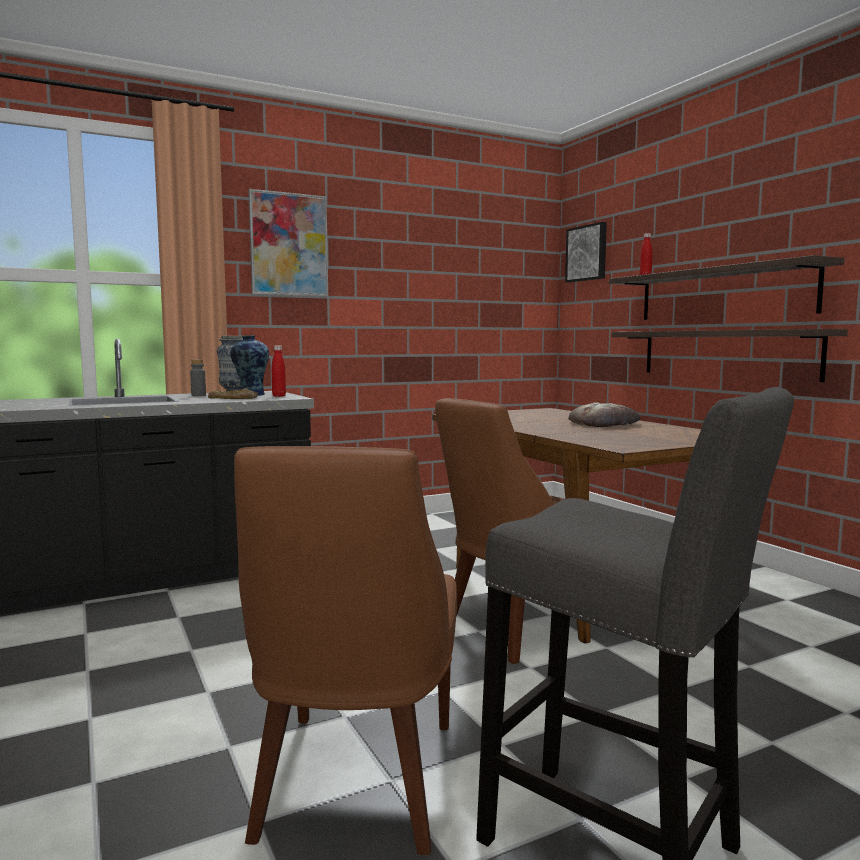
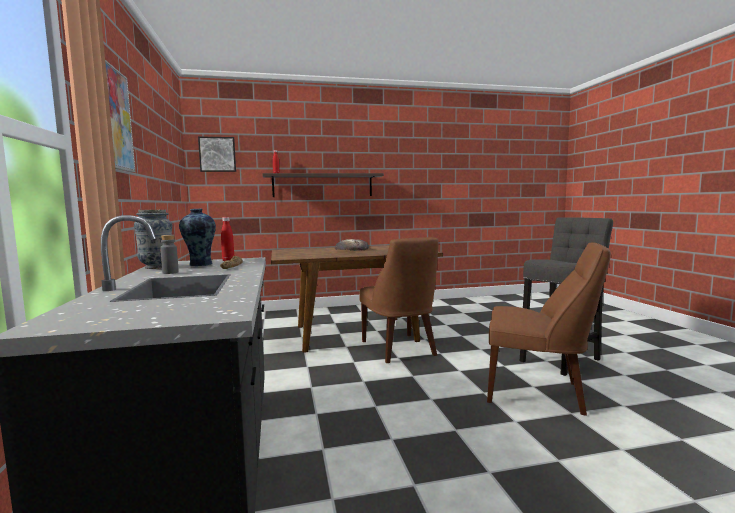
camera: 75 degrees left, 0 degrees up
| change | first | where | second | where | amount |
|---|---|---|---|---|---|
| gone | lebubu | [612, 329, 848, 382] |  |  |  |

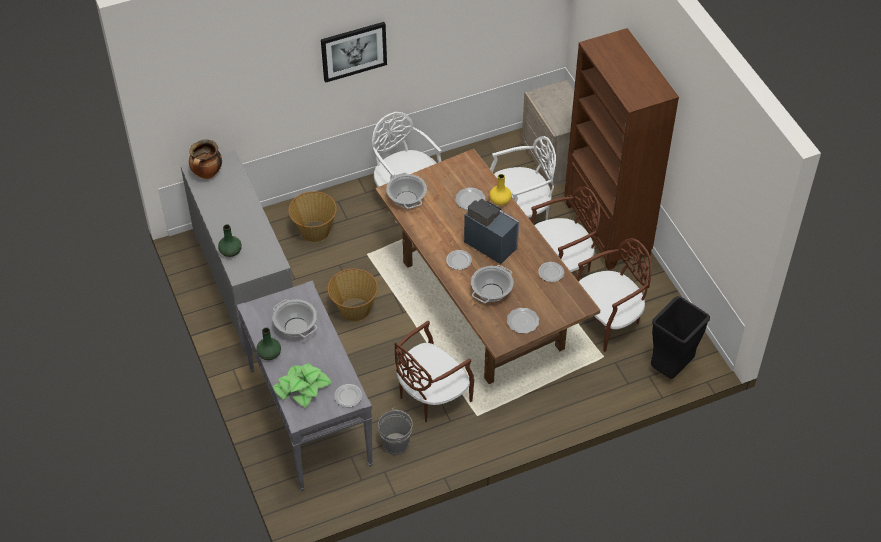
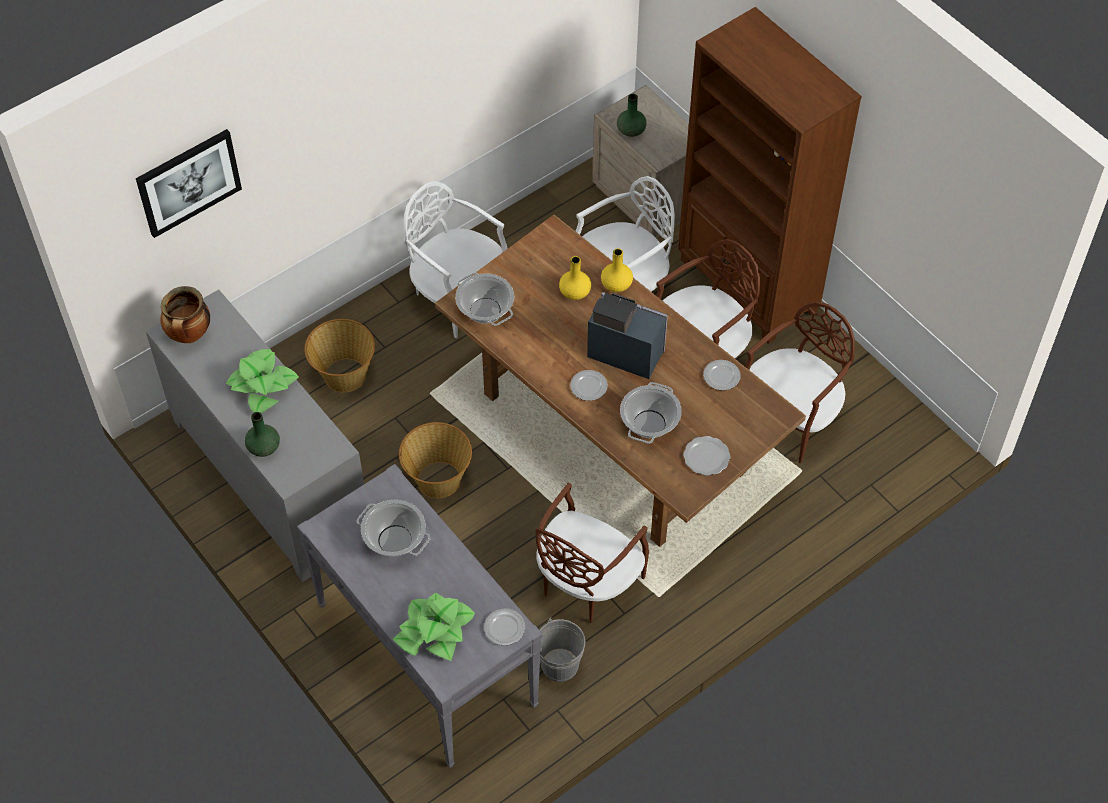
camera: 15 degrees left, 5 degrees up
| change | first | where | second | where | amount |
|---|---|---|---|---|---|
| shifted | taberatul | [321, 22, 387, 83] |  | [136, 129, 242, 238] |  |
| swapped | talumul | [455, 187, 486, 210] | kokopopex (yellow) | [559, 256, 591, 300] |  |
| gone | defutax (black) | [651, 296, 710, 379] |  |  |  |
| shifted | kokopopex (green) | [256, 328, 281, 360] |  | [617, 94, 647, 137] |  |
| new |  |  | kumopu | [226, 349, 299, 413] |  |

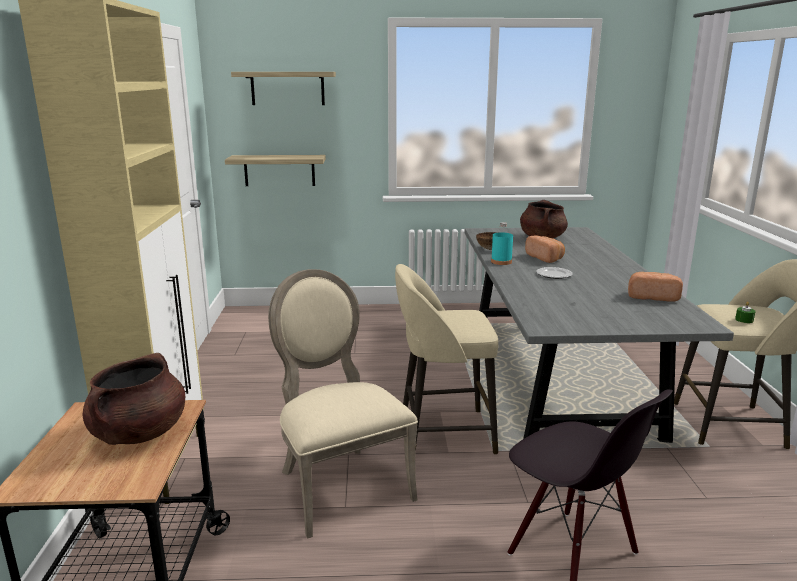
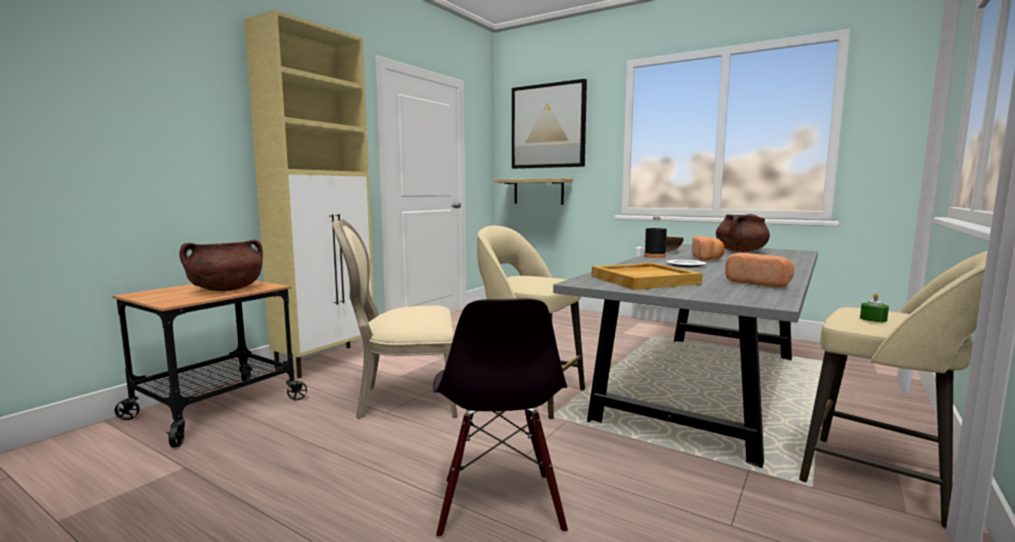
camera: 35 degrees right, 10 degrees down
| change | first | where | second | where | amount |
|---|---|---|---|---|---|
| swapped | lebubu | [231, 72, 336, 105] | taberatul | [512, 79, 587, 169] |  |
| repainted | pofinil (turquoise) | [491, 222, 513, 265] | pofinil (black) | [644, 217, 667, 258] |  |
| rotated | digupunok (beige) | [268, 269, 418, 539] |  | [332, 219, 458, 419] | 105 degrees counterclockwise |
| new |  |  | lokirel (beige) | [591, 263, 703, 290] |  |

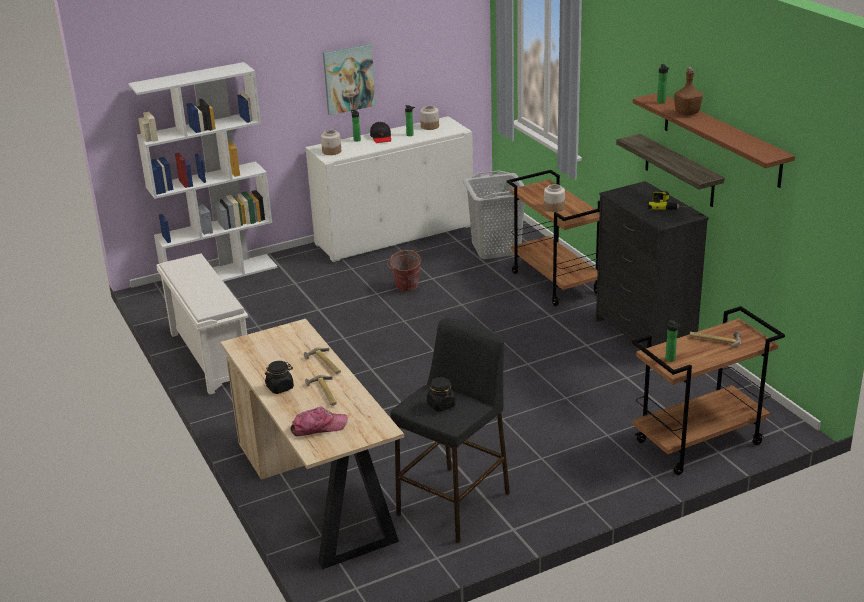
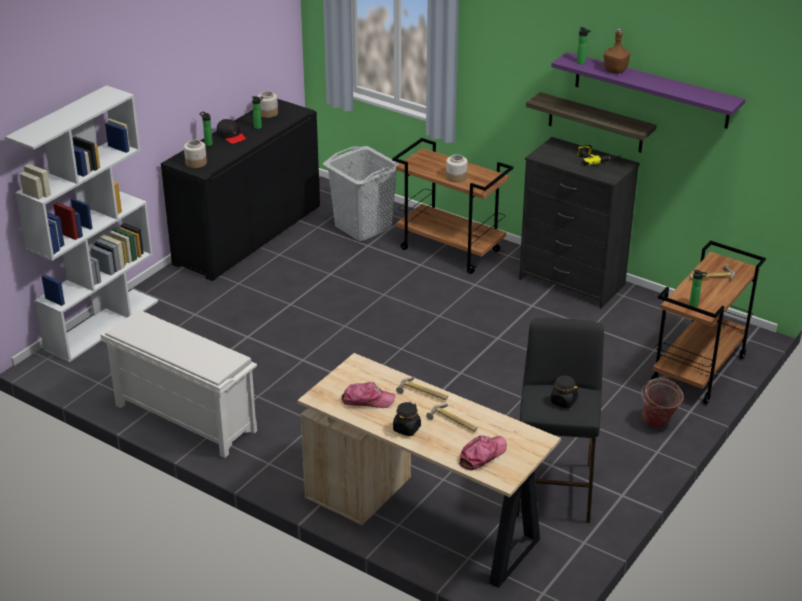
camera: 30 degrees left, 5 degrees up
| change | first | where | second | where | amount |
|---|---|---|---|---|---|
| gone | taberatul | [323, 44, 376, 115] |  |  |  |
| repainted | lebubu (brown) | [633, 93, 795, 188] | lebubu (purple) | [551, 52, 745, 129] |  |
| repainted | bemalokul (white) | [305, 116, 473, 262] | bemalokul (black) | [161, 99, 320, 281] |  |
| shifted | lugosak | [388, 249, 421, 292] |  | [641, 376, 684, 428] |  |
| new |  |  | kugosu | [342, 382, 396, 408] |  |

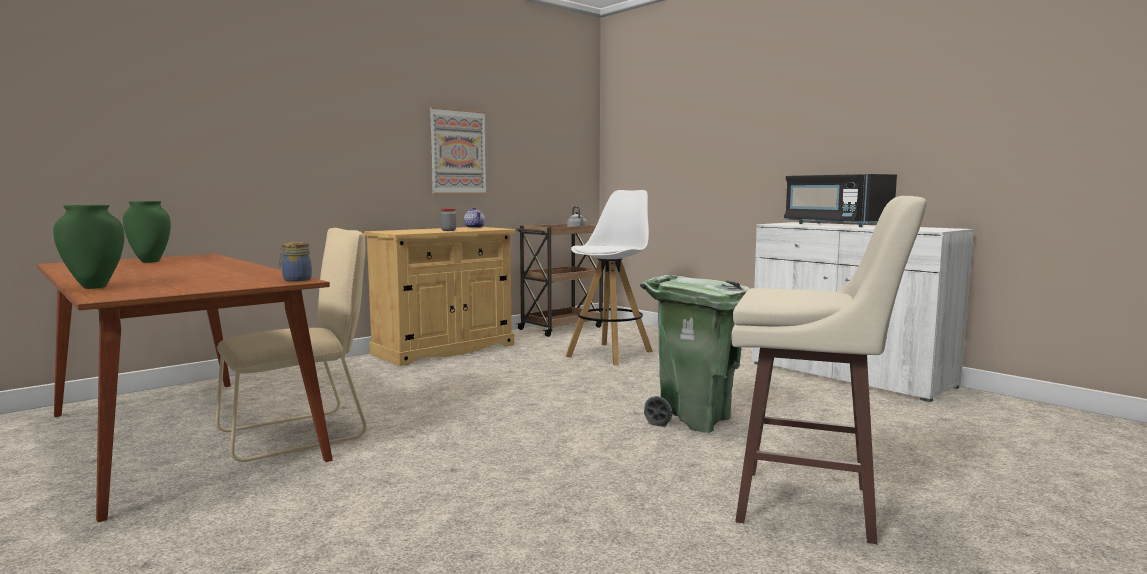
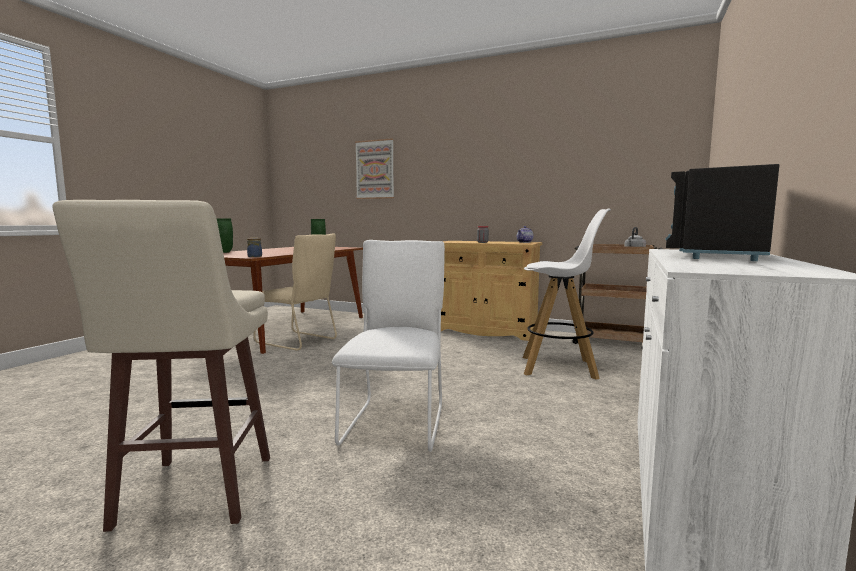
camera: 65 degrees right, 0 degrees up
| change | first | where | second | where | amount |
|---|---|---|---|---|---|
| shifted | taberatul | [430, 107, 487, 194] |  | [355, 138, 394, 199] |  |
| swapped | defutax (green) | [640, 275, 750, 433] | digupunok (white) | [332, 240, 445, 452] |  |

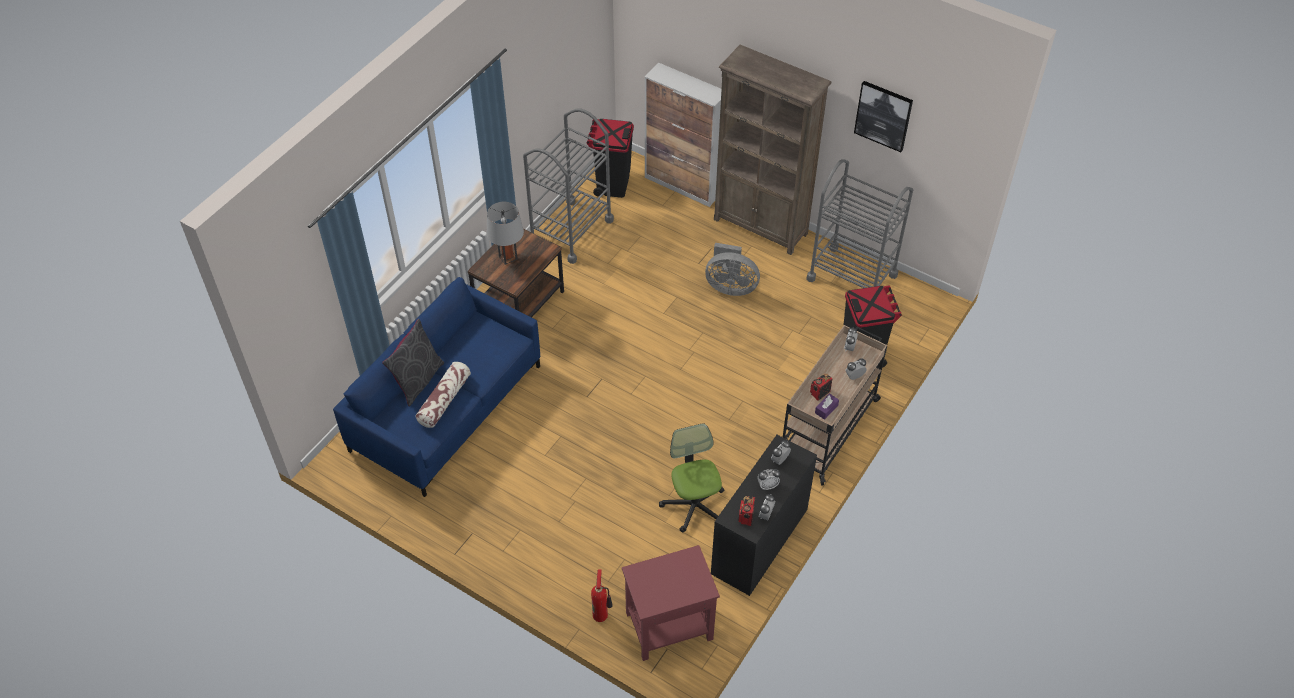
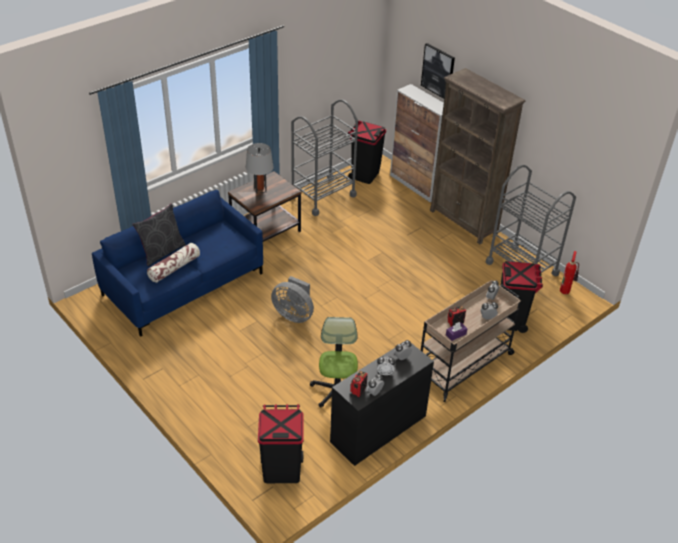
camera: 15 degrees right, 10 degrees down
| change | first | where | second | where | amount |
|---|---|---|---|---|---|
| shifted | taberatul | [854, 81, 913, 152] |  | [421, 43, 455, 99] |  |
| shifted | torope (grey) | [705, 243, 760, 296] |  | [271, 276, 314, 323] |  |
| swapped | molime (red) | [622, 545, 720, 661] | defutax (black) | [258, 404, 304, 483] |  |
| shifted | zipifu | [591, 569, 613, 622] |  | [560, 251, 579, 294] |  |

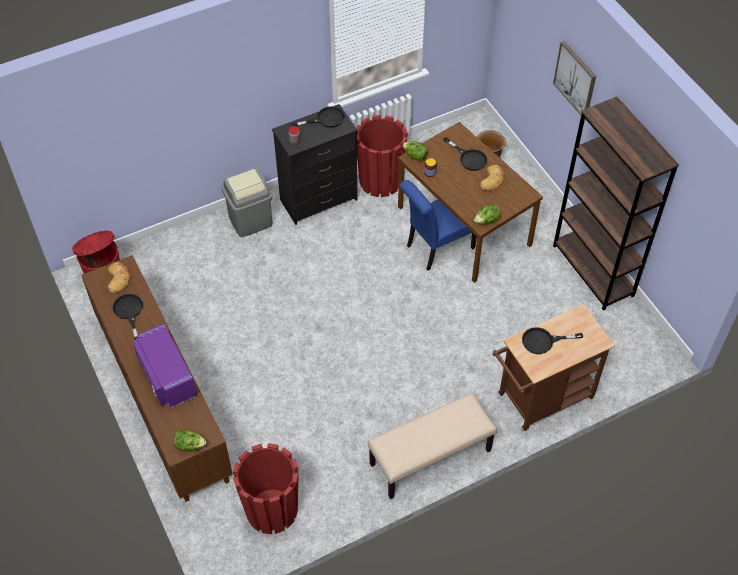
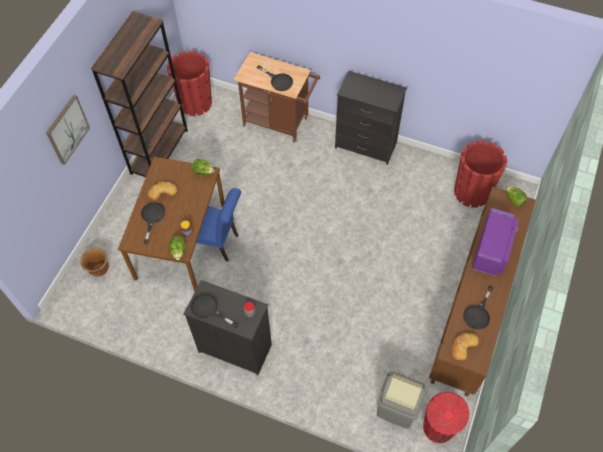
camera: 130 degrees left, 5 degrees up
| change | first | where | second | where | amount |
|---|---|---|---|---|---|
| shifted | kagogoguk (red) | [356, 115, 408, 197] |  | [167, 50, 212, 116] |  |
| shifted | defutax (grey) | [221, 168, 273, 237] |  | [377, 371, 427, 429] |  |
| swapped | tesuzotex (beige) | [368, 393, 497, 499] | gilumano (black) | [335, 71, 407, 165] |  |

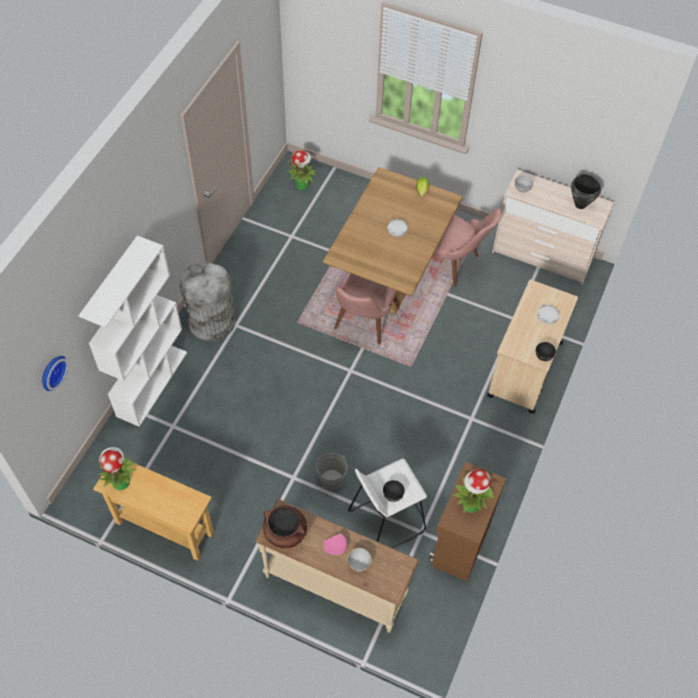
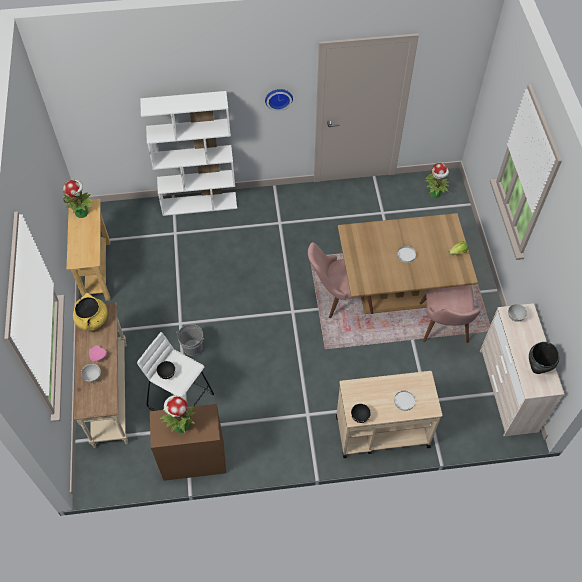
camera: 60 degrees right, 0 degrees up
| change | first | where | second | where | amount |
|---|---|---|---|---|---|
| gone | defutax (grey) | [180, 262, 236, 341] |  |  |  |
| shifted | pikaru | [42, 356, 68, 391] |  | [265, 89, 293, 111] |  |
| repainted | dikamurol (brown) | [263, 505, 307, 548] | dikamurol (yellow) | [73, 293, 107, 331] |  |

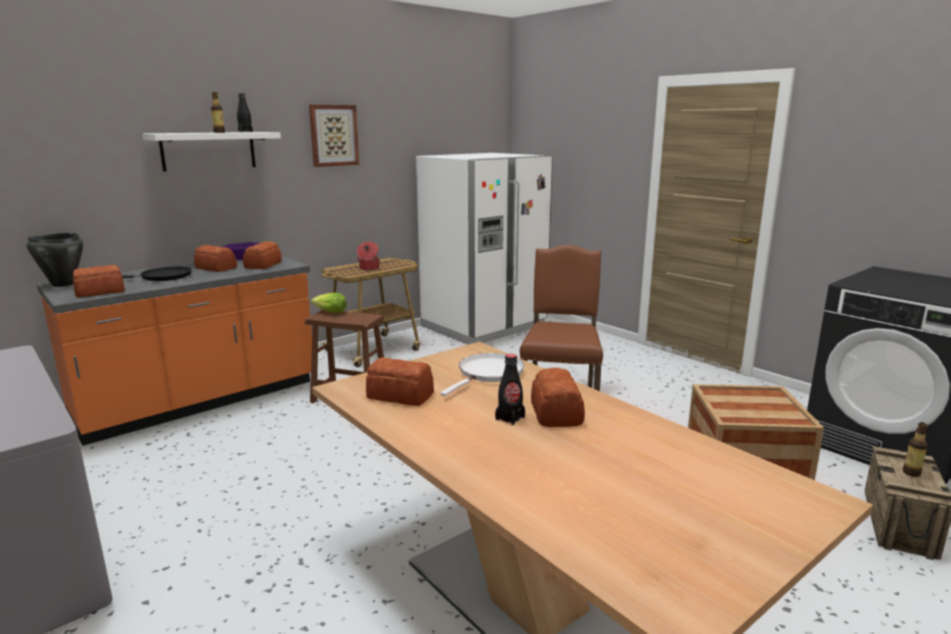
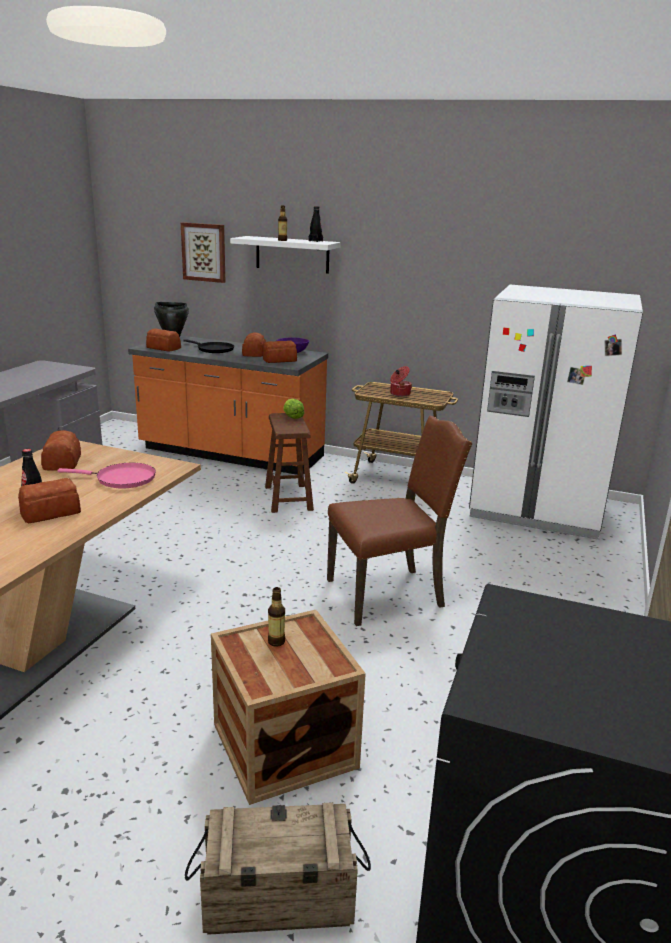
camera: 60 degrees right, 5 degrees up
| change | first | where | second | where | amount |
|---|---|---|---|---|---|
| shifted | taberatul | [309, 104, 359, 167] |  | [181, 222, 225, 283] |  |
| repainted | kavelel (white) | [440, 353, 524, 396] | kavelel (pink) | [57, 463, 156, 489] |  |
| shifted | pofinil | [903, 422, 928, 477] |  | [268, 587, 285, 647] |  |

